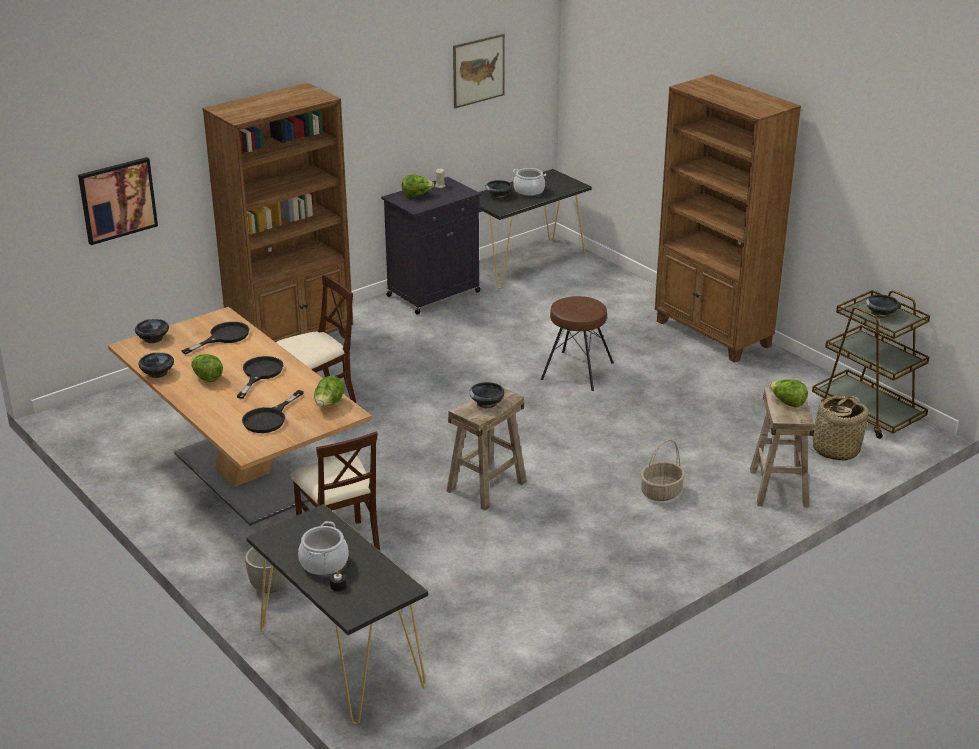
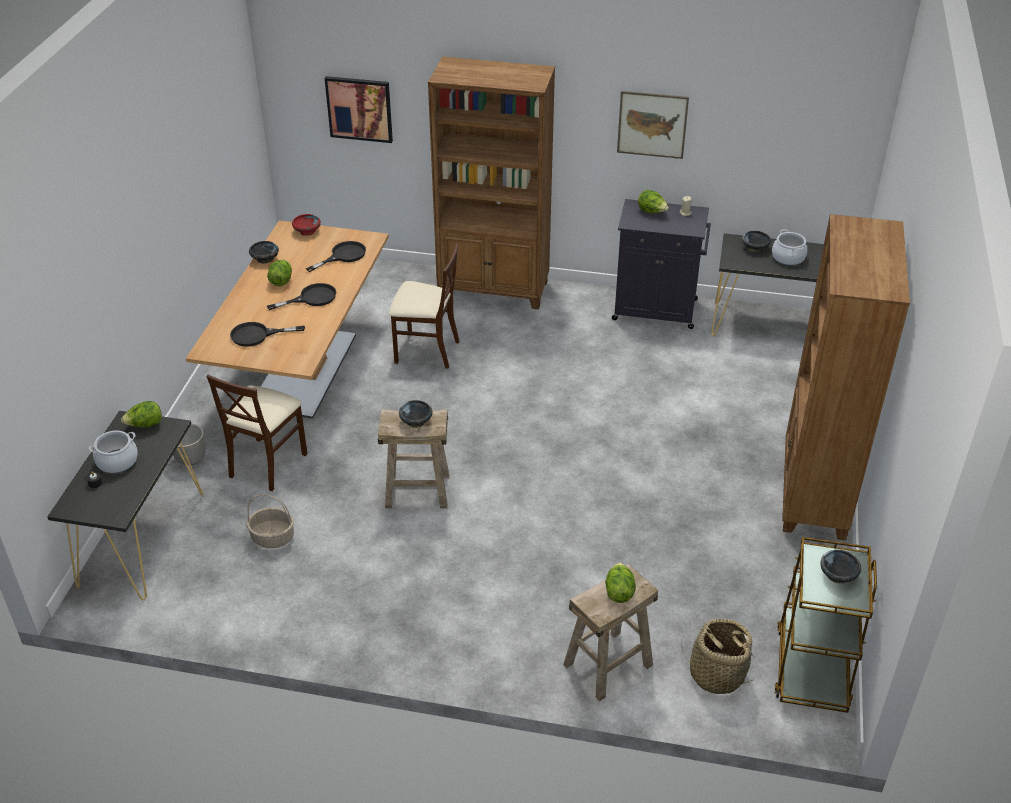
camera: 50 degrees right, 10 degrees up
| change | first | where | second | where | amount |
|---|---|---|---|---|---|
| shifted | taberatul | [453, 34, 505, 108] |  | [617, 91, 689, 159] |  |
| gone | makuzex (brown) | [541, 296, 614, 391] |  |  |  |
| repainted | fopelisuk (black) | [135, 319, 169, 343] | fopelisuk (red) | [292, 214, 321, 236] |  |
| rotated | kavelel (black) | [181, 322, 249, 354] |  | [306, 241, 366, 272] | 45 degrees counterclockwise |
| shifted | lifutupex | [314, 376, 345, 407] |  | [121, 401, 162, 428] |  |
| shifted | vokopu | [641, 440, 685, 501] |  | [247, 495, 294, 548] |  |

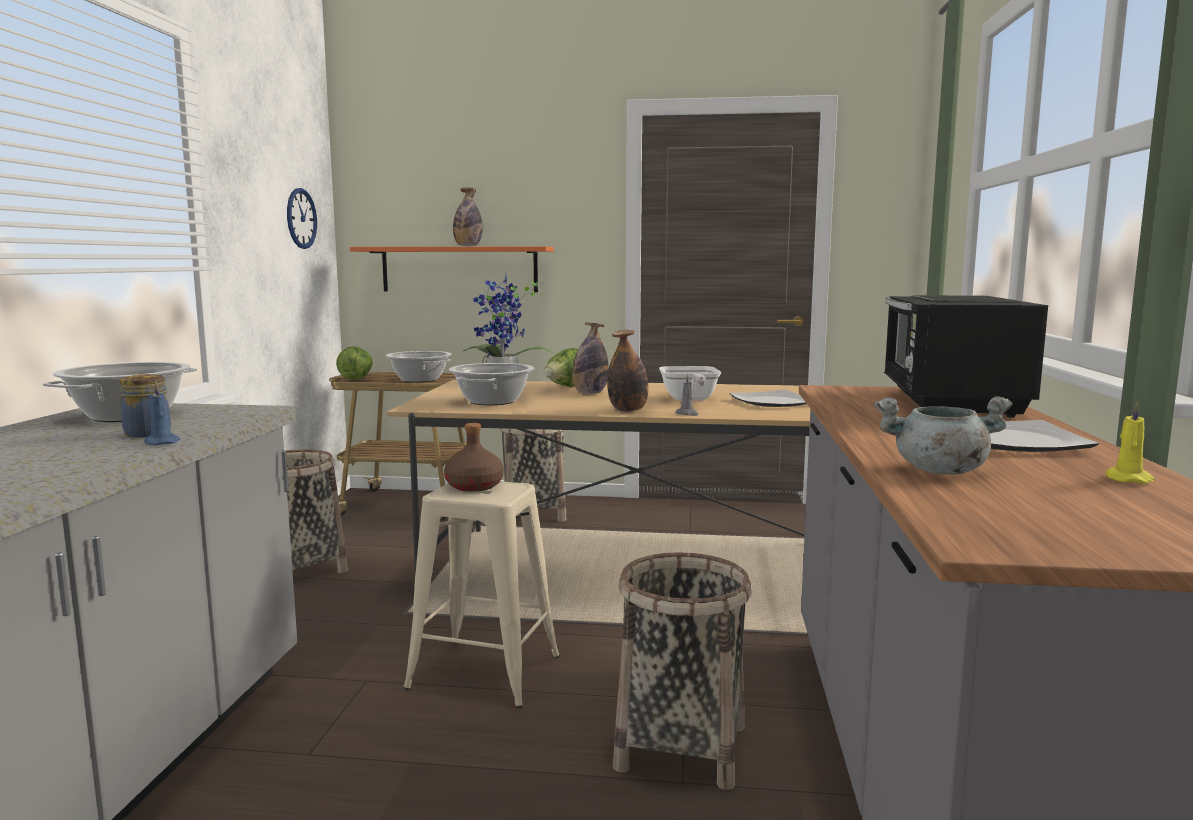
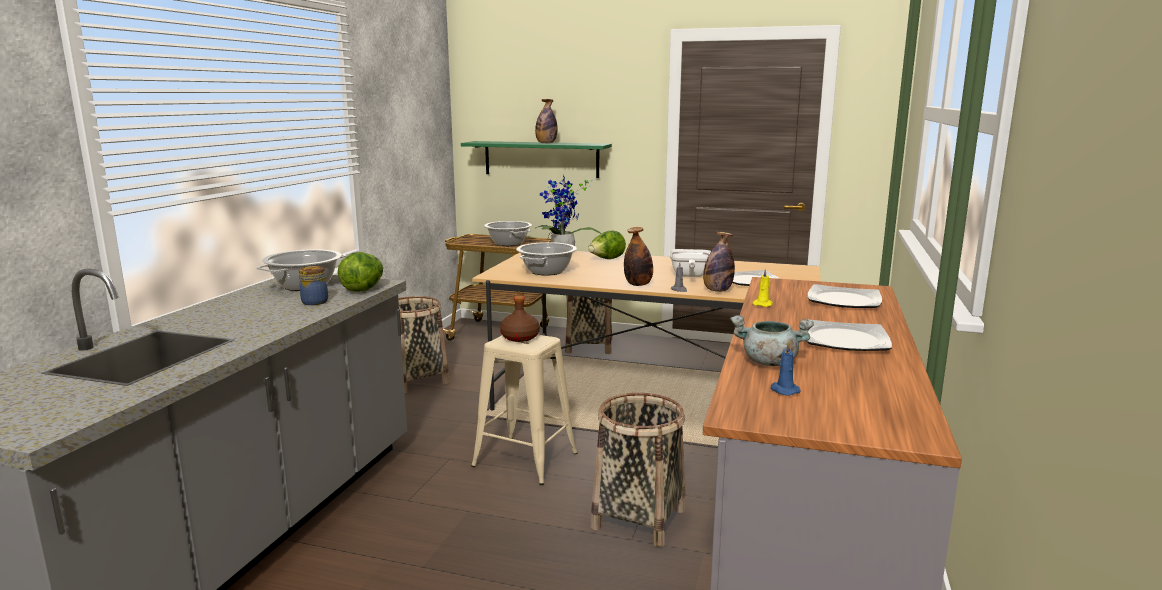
camera: 10 degrees right, 5 degrees up
| change | first | where | second | where | amount |
|---|---|---|---|---|---|
| gone | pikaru | [287, 188, 317, 249] |  |  |  |
| repainted | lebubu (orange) | [350, 246, 554, 292] | lebubu (green) | [461, 141, 612, 178] |  |
| swapped | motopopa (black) | [884, 295, 1048, 418] | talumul | [807, 284, 882, 308] |  |
| shifted | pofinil | [572, 322, 608, 394] |  | [703, 232, 735, 292] |  |
| shifted | lifutupex | [336, 346, 373, 380] |  | [338, 252, 383, 292] |  |
| shifted | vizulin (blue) | [144, 382, 181, 446] |  | [771, 341, 801, 395] |  |
| shifted | vizulin (yellow) | [1105, 402, 1155, 484] |  | [753, 268, 773, 307] |  |

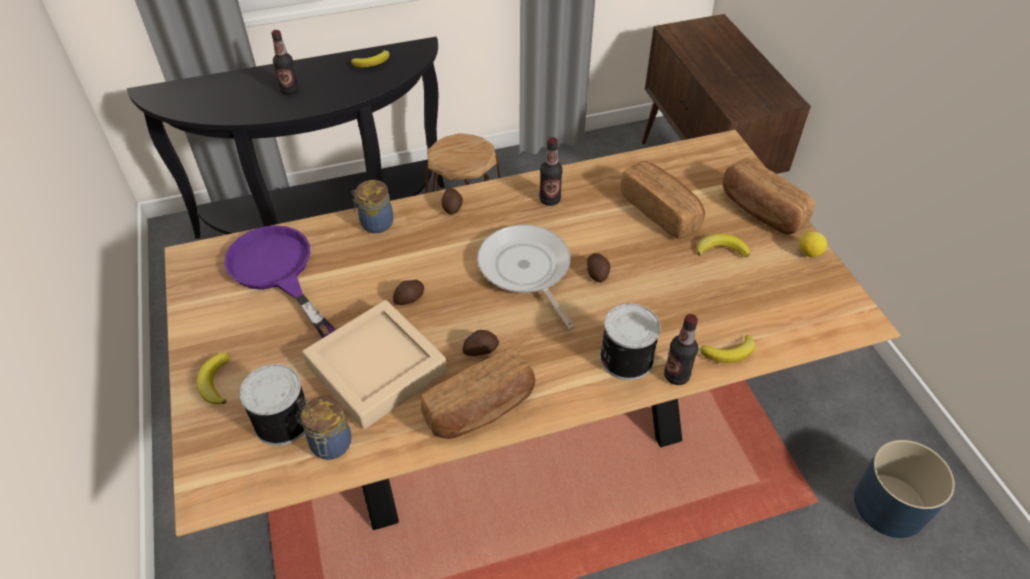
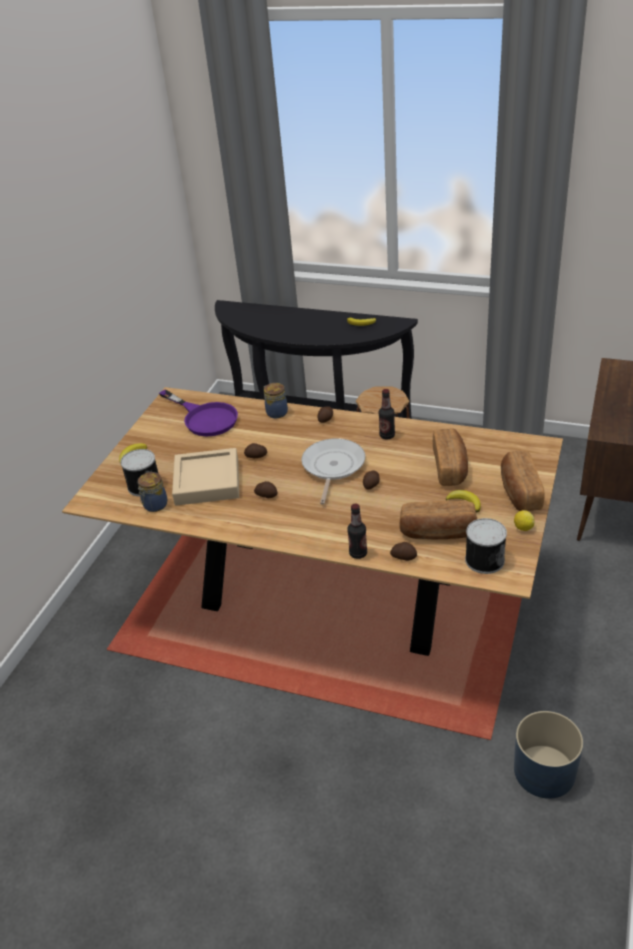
camera: 40 degrees right, 10 degrees down
| change | first | where | second | where | amount |
|---|---|---|---|---|---|
| gone | pofinil | [271, 30, 299, 95] |  |  |  |
| rotated | kavelel (purple) | [224, 225, 335, 338] |  | [159, 389, 238, 437] | 135 degrees clockwise |
| shifted | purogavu | [600, 303, 661, 380] |  | [465, 518, 507, 574] |  |
| swapped | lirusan | [701, 335, 756, 363] | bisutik | [390, 542, 417, 561] |  |
| shifted | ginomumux | [421, 348, 535, 439] |  | [399, 501, 477, 539] |  |

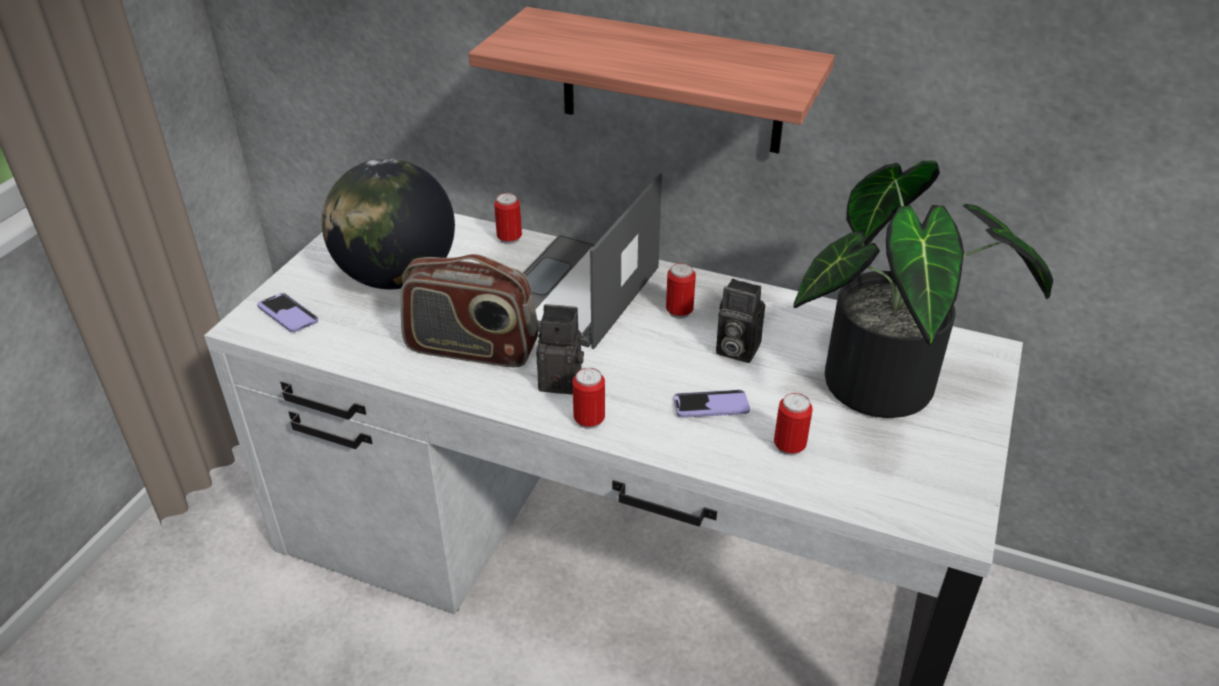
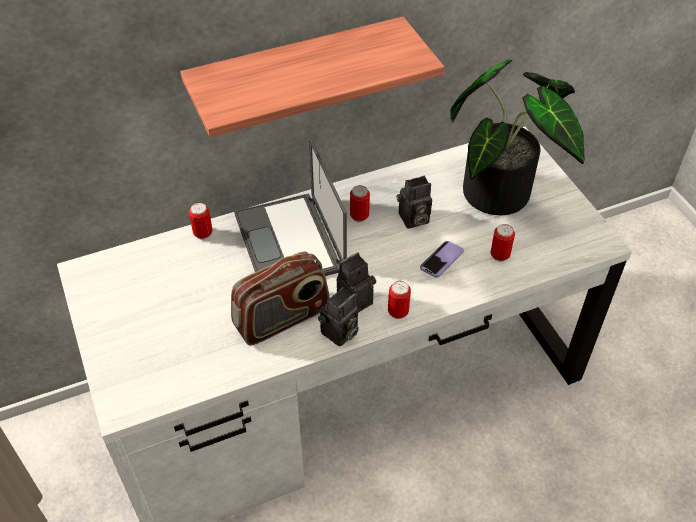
camera: 45 degrees left, 10 degrees up
| change | first | where | second | where | amount |
|---|---|---|---|---|---|
| gone | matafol | [322, 158, 455, 289] |  |  |  |
| gone | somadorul | [257, 293, 318, 332] |  |  |  |
| new |  |  | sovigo | [318, 287, 359, 347] |  |

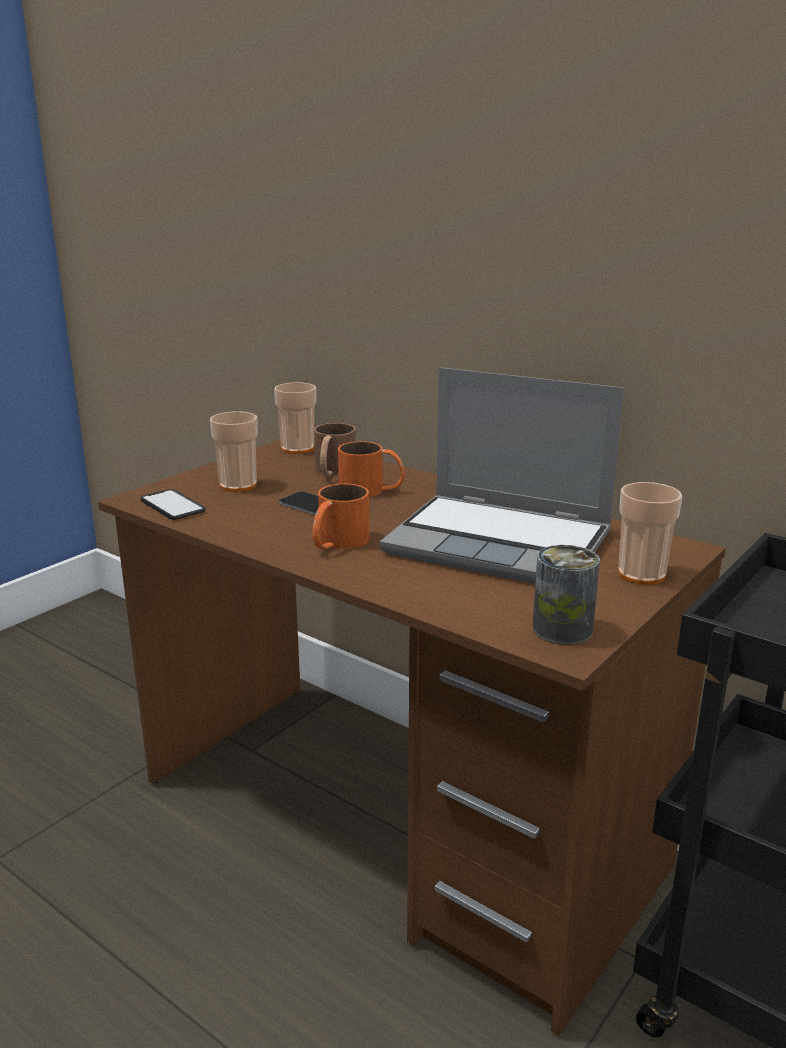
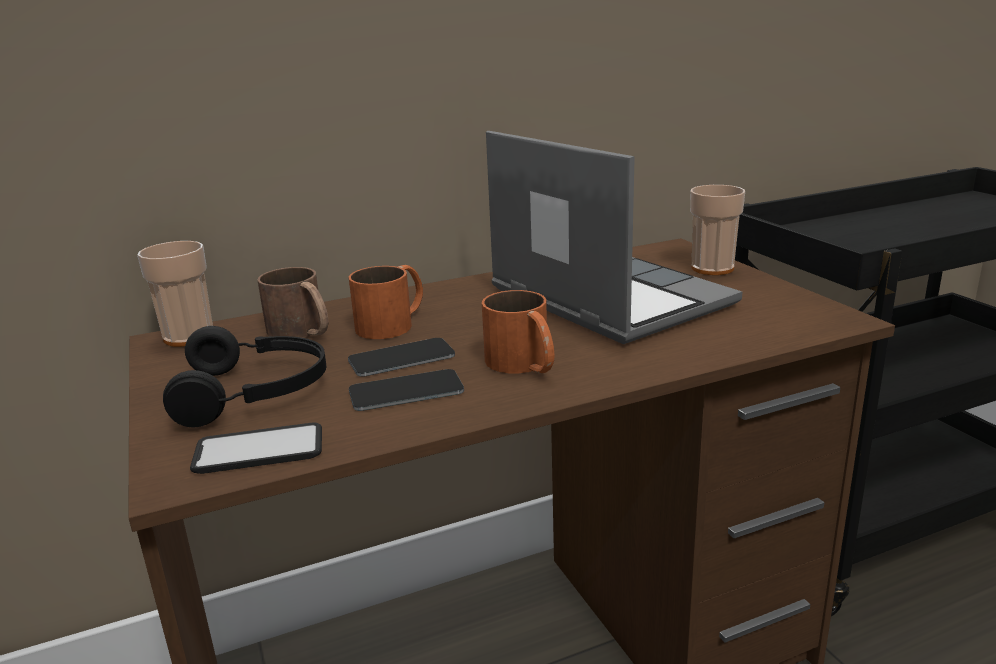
camera: 60 degrees left, 0 degrees up
| change | first | where | second | where | amount |
|---|---|---|---|---|---|
| rotated | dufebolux | [380, 367, 624, 584] |  | [486, 131, 743, 344] | 90 degrees counterclockwise |
| swapped | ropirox | [210, 411, 258, 492] | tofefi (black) | [163, 326, 326, 427] |  |
| gone | purogavu | [532, 545, 600, 645] |  |  |  |
| new |  |  | somadorul | [349, 369, 464, 411] |  |

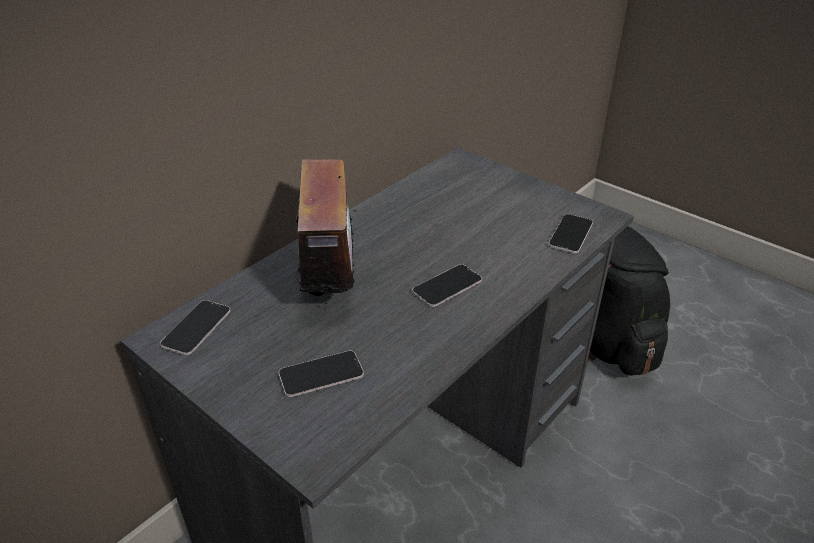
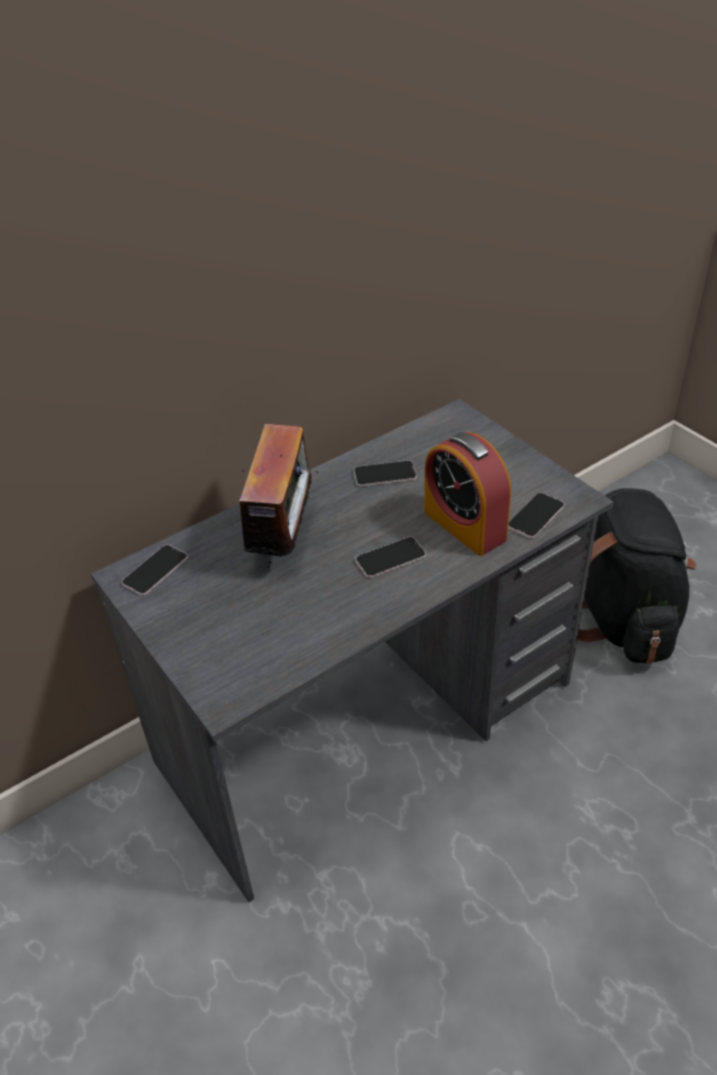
camera: 15 degrees right, 5 degrees up
| change | first | where | second | where | amount |
|---|---|---|---|---|---|
| shifted | somadorul | [279, 351, 364, 397] |  | [354, 460, 417, 486] |  |
| new |  |  | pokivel | [425, 432, 511, 556] |  |

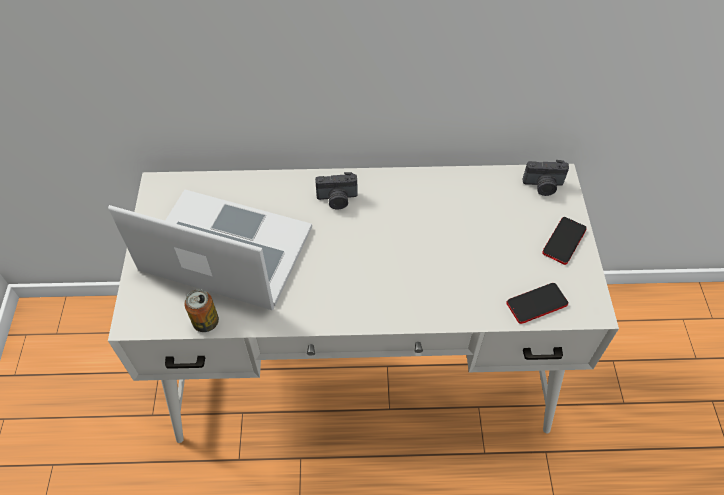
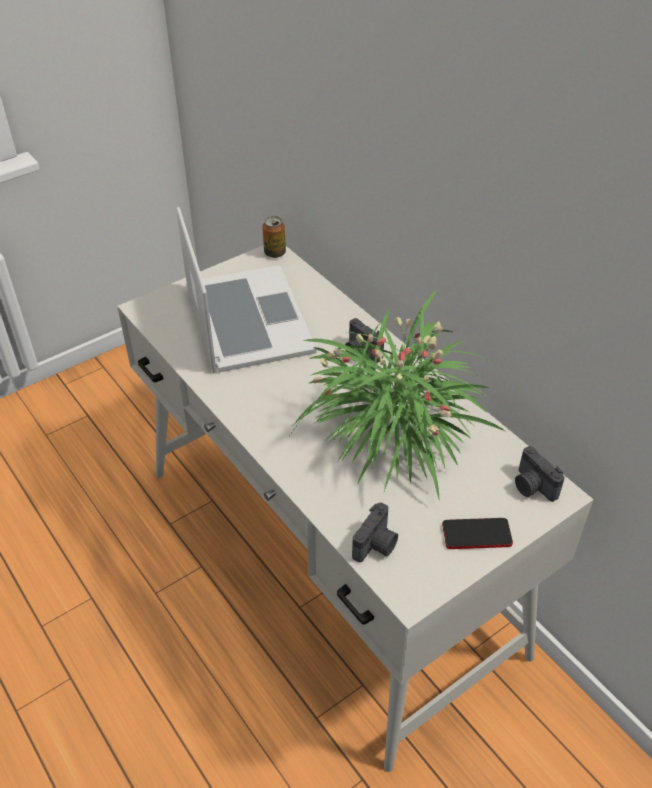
camera: 55 degrees right, 10 degrees down
| change | first | where | second | where | amount |
|---|---|---|---|---|---|
| swapped | somadorul | [506, 283, 569, 324] | sovigo | [352, 502, 398, 562] |  |
| shifted | purogavu | [184, 289, 219, 332] |  | [262, 216, 286, 258] |  |
| new |  |  | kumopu | [290, 290, 505, 502] |  |

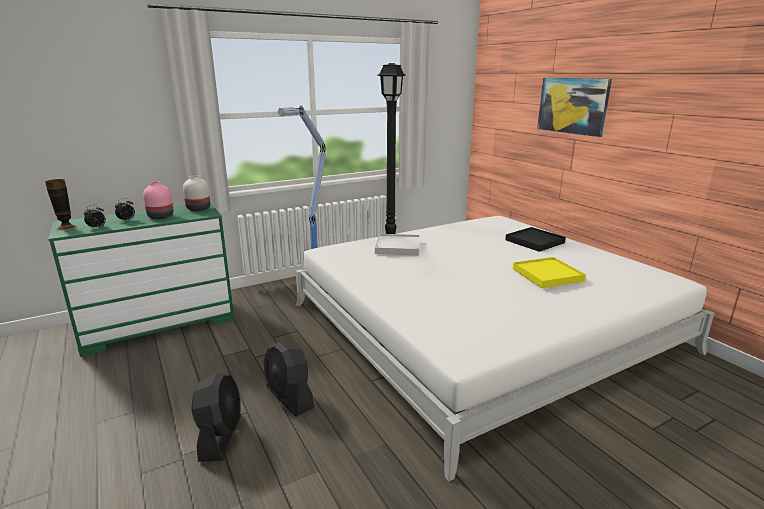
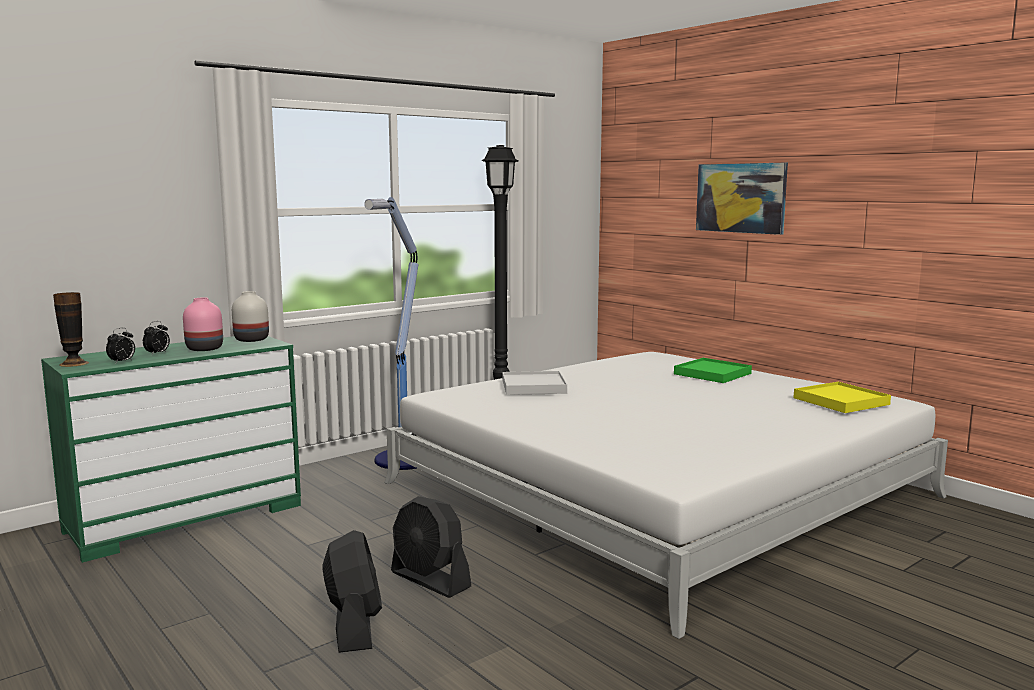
camera: 10 degrees left, 10 degrees down
| change | first | where | second | where | amount |
|---|---|---|---|---|---|
| repainted | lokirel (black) | [505, 227, 566, 252] | lokirel (green) | [674, 358, 752, 383] |  |
| shifted | lokirel (yellow) | [513, 257, 586, 288] |  | [793, 382, 891, 413] |  |

